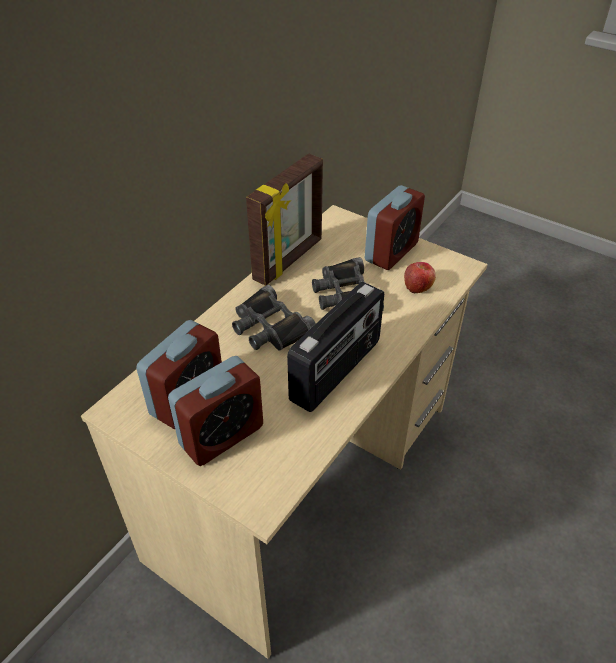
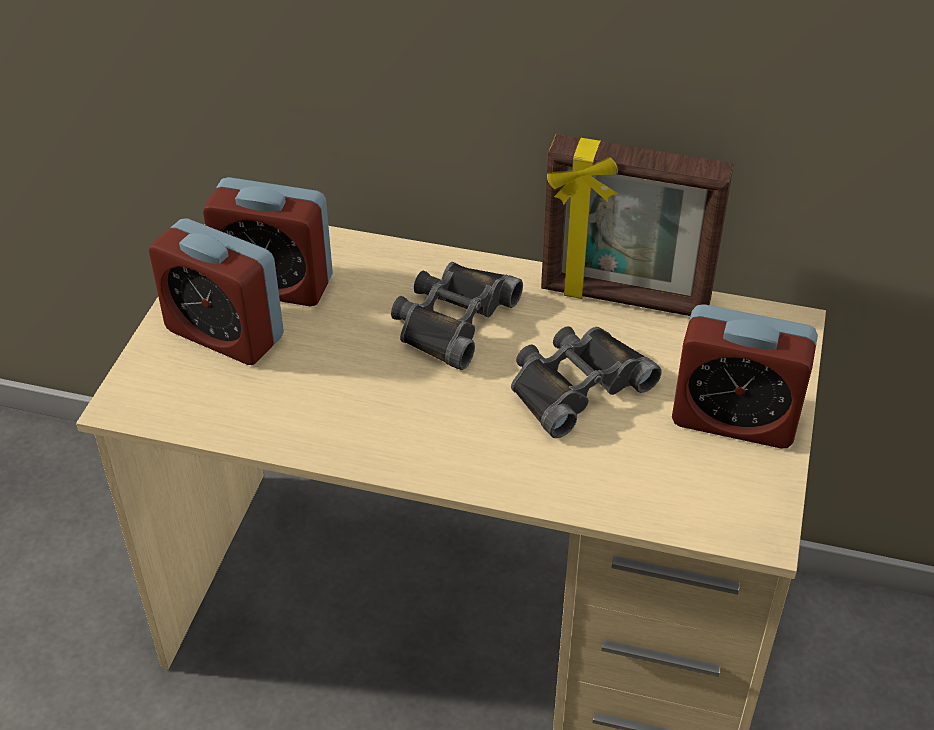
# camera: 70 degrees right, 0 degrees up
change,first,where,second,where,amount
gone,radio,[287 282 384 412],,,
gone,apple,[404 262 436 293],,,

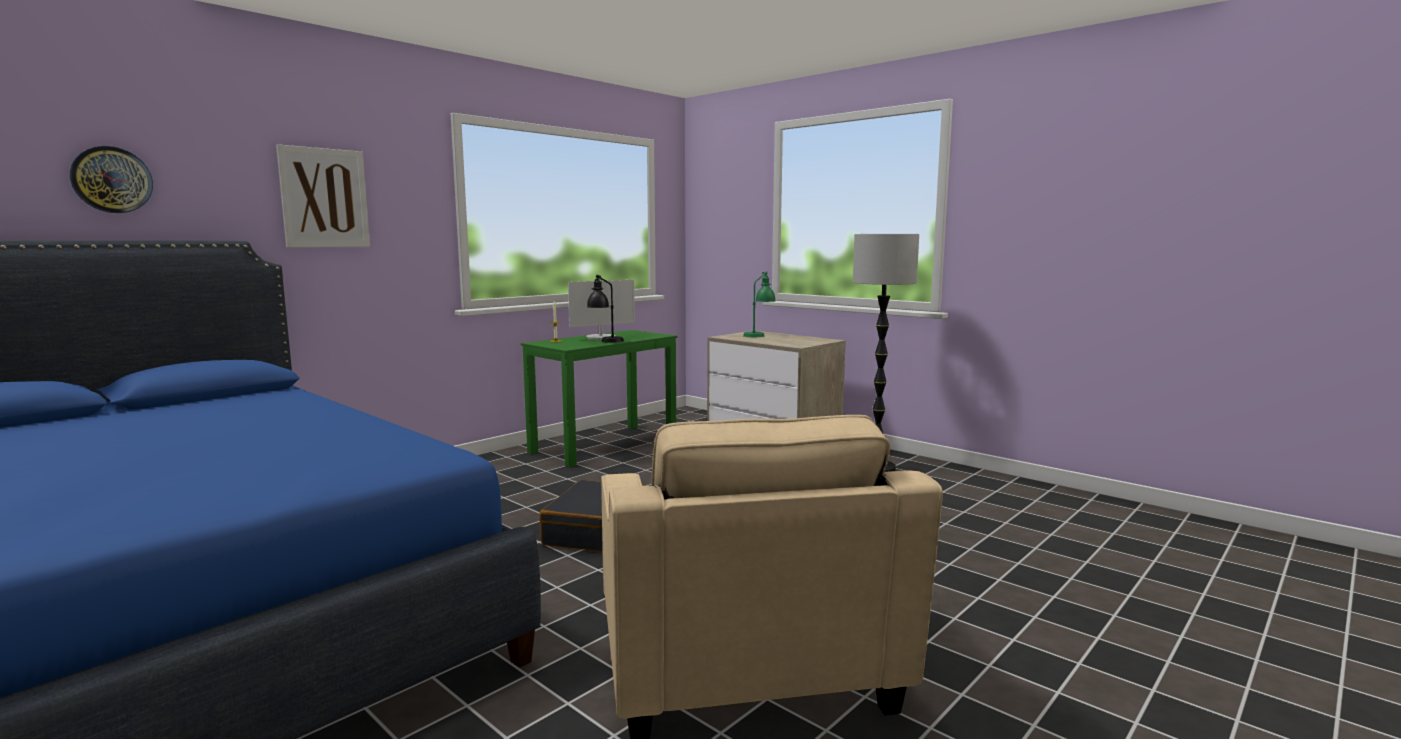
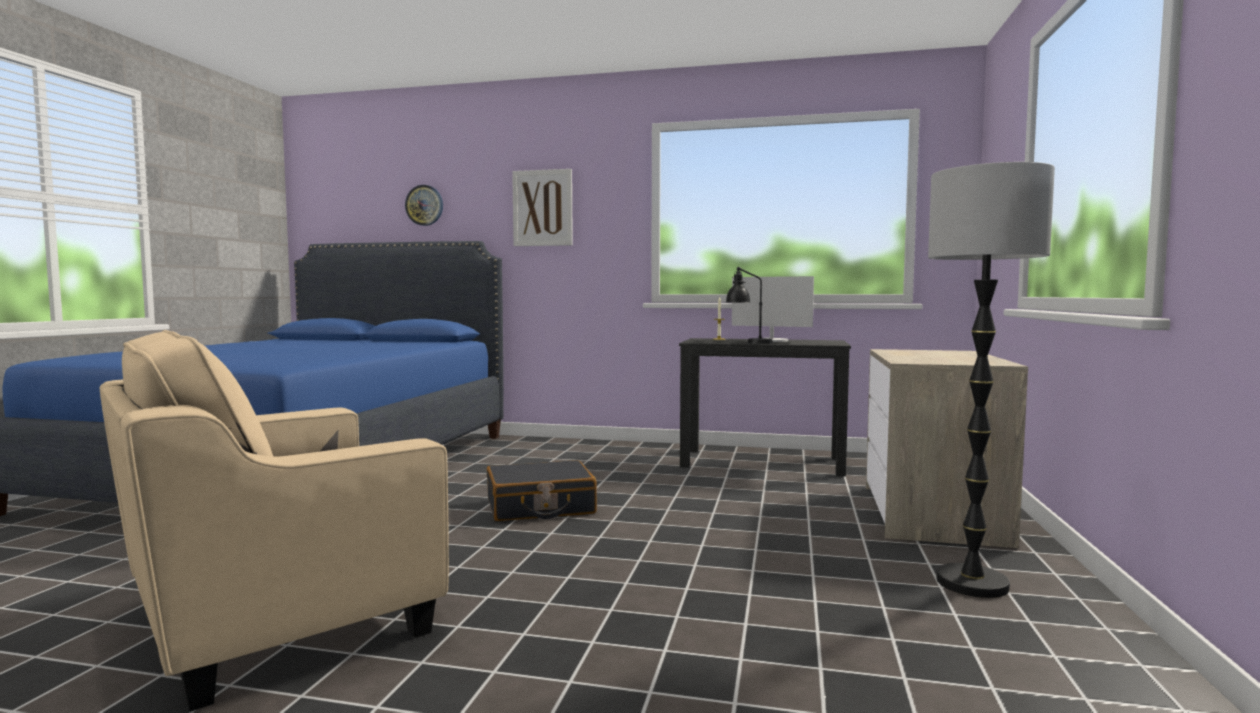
# camera: 60 degrees right, 5 degrees down
change,first,where,second,where,amount
gone,table lamp/green,[743 271 776 337],,,
repainted,desk/green,[521 330 677 467],desk/black,[679 338 851 477],

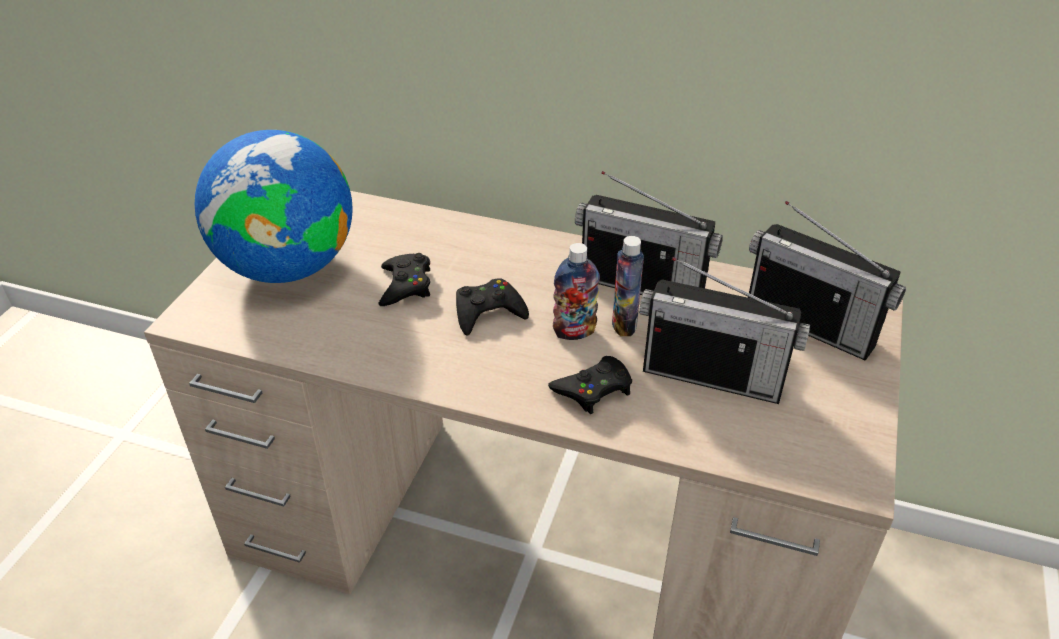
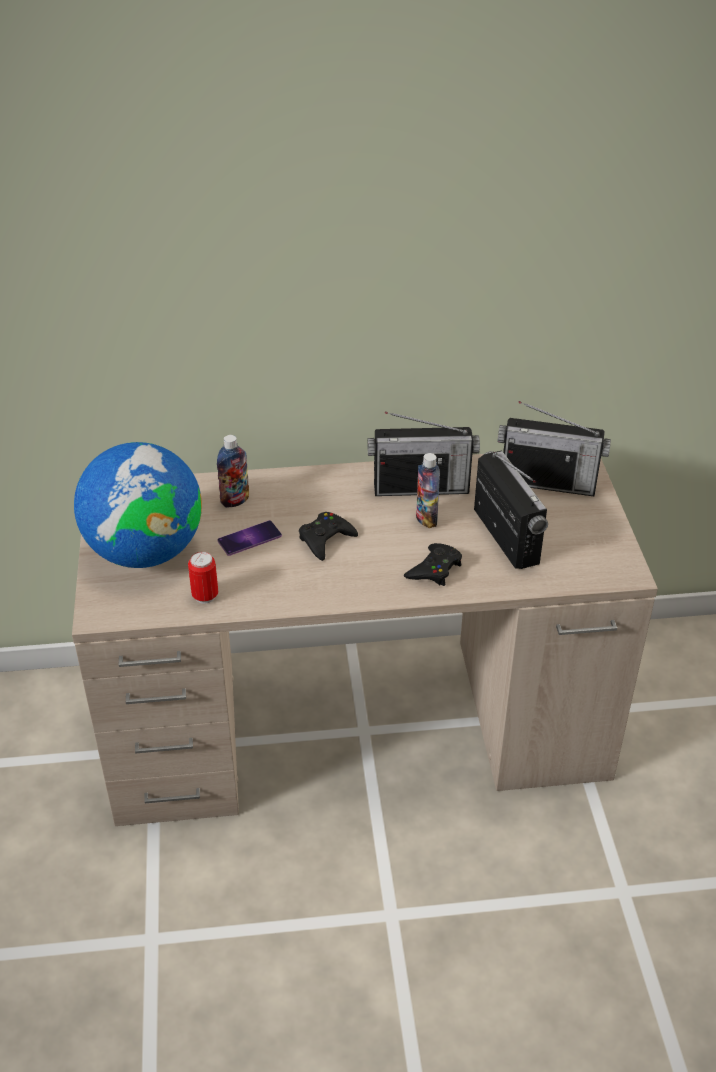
# camera: 25 degrees left, 0 degrees up
change,first,where,second,where,amount
new,,,can,[188 552 218 604],
shifted,bottle,[553 243 600 340],,[217 435 249 508],
swapped,game controller/black,[379 253 430 306],phone,[217 520 282 556],
rotated,radio,[639 257 810 404],,[474 450 548 569],105 degrees counterclockwise

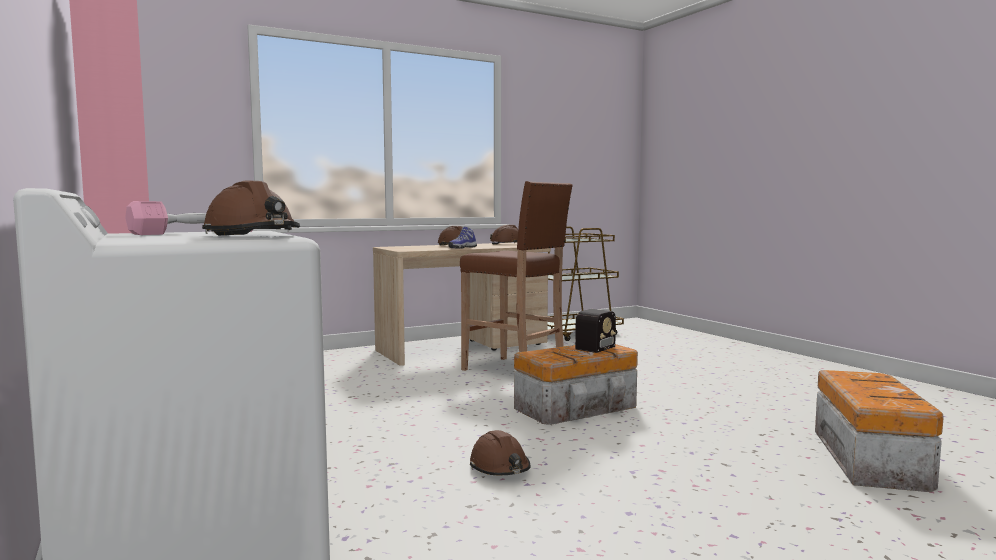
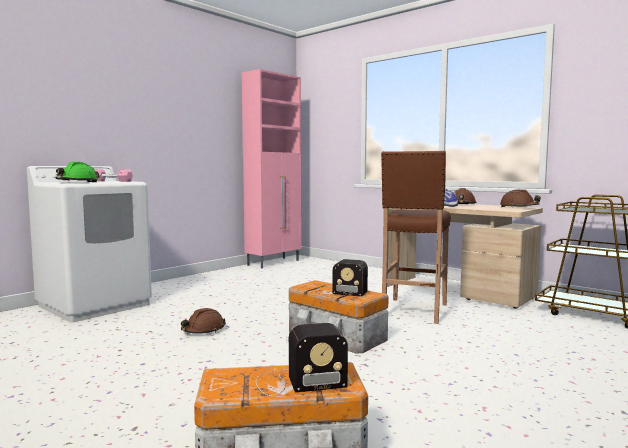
# camera: 70 degrees right, 0 degrees up
change,first,where,second,where,amount
new,,,radio,[256 323 348 396],
repainted,hard hat/brown,[202 180 300 235],hard hat/green,[56 162 100 182],

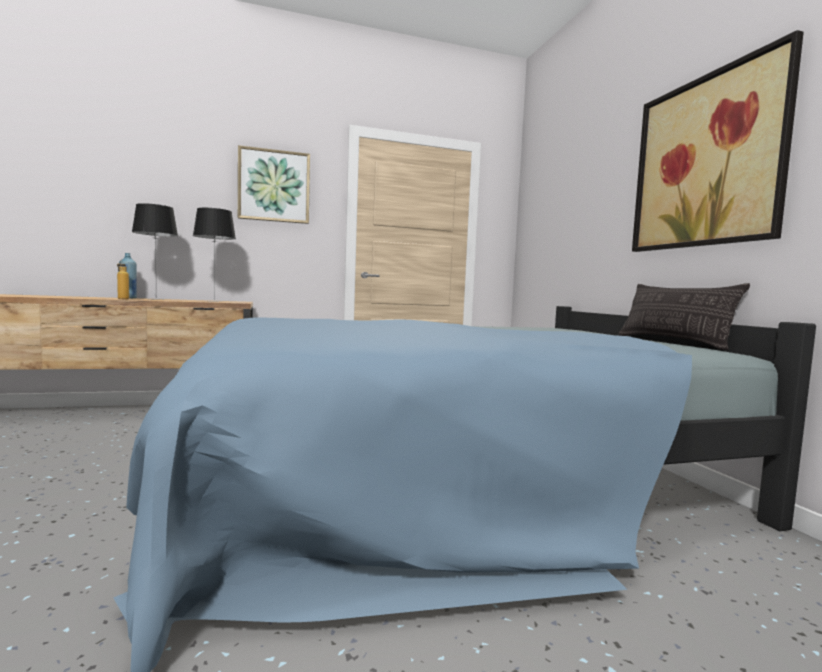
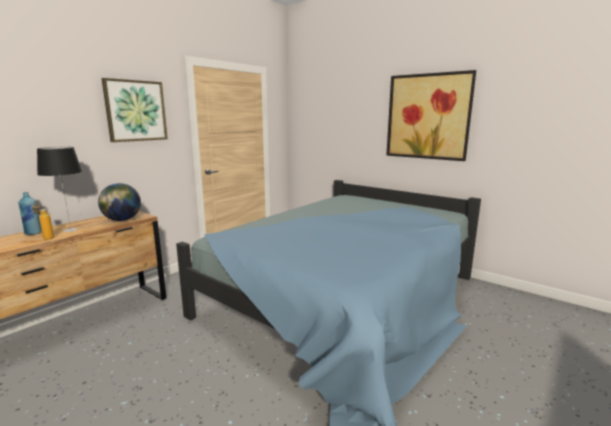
# camera: 35 degrees left, 10 degrees up
change,first,where,second,where,amount
gone,pillow,[618 283 750 350],,,
swapped,table lamp,[193 208 236 302],globe,[98 183 141 221],

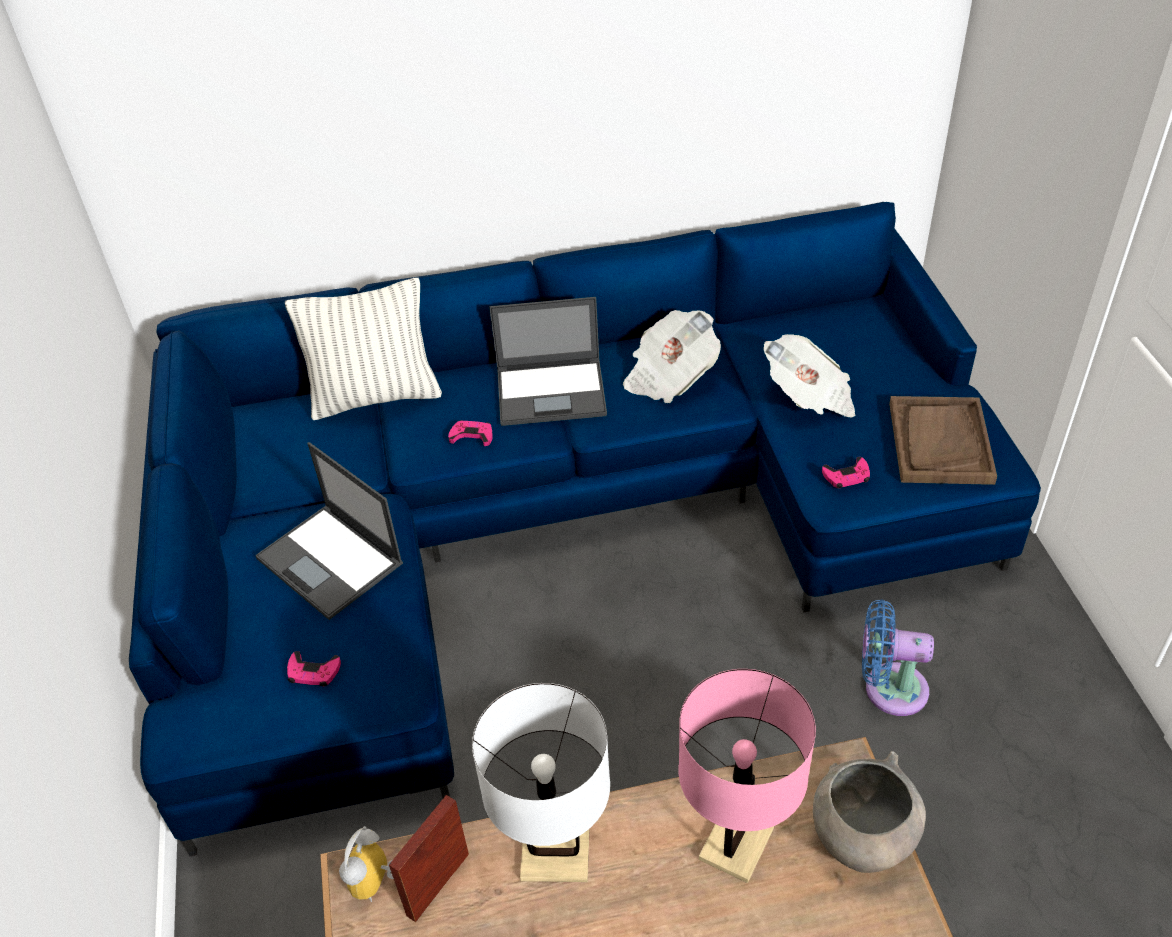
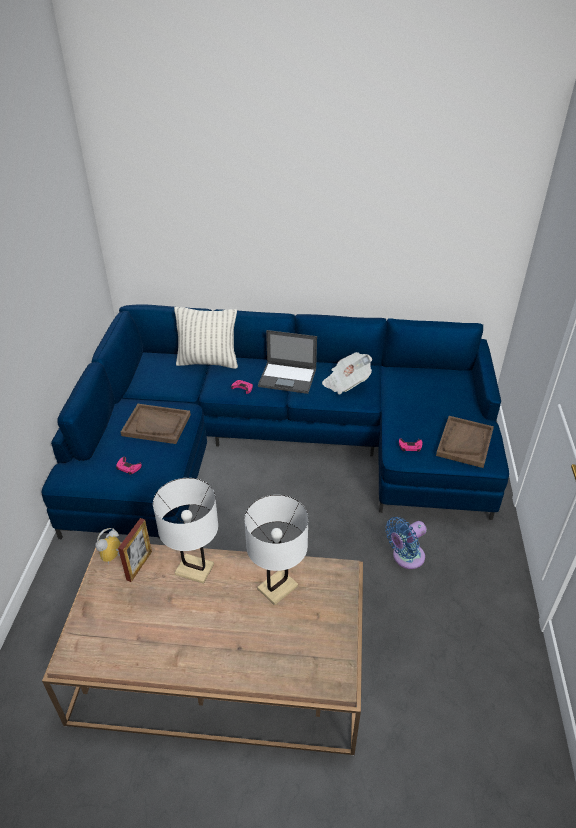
# camera: 15 degrees right, 5 degrees down
change,first,where,second,where,amount
gone,newspaper,[763 334 855 417],,,
gone,bowl/grey,[813 751 926 873],,,
swapped,laptop,[255 442 403 620],tray/brown,[121 404 191 444],
repainted,table lamp/pink,[679 669 816 883],table lamp/white,[244 495 308 605],
rotated,picture frame,[389 795 469 922],,[118 518 152 582],150 degrees clockwise
rotated,fan/blue,[862 600 934 716],,[386 517 427 569],60 degrees counterclockwise

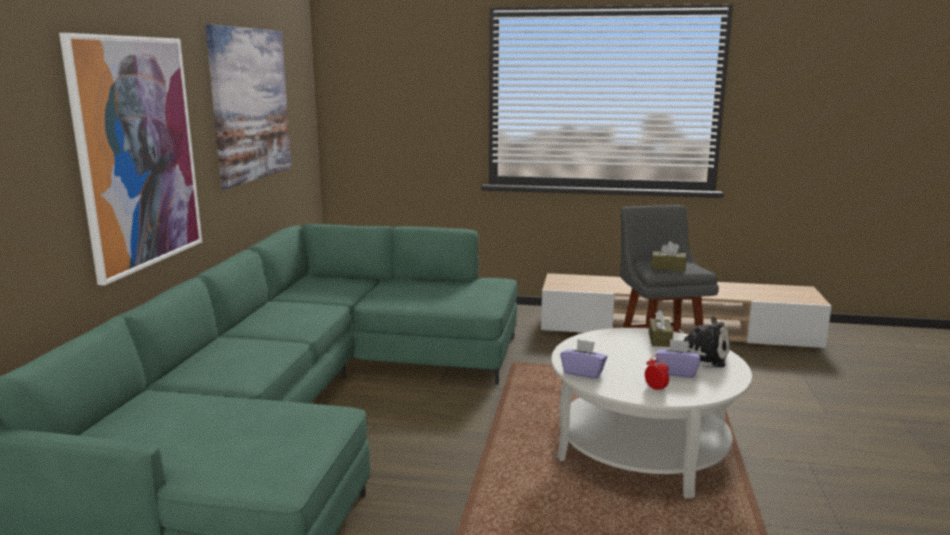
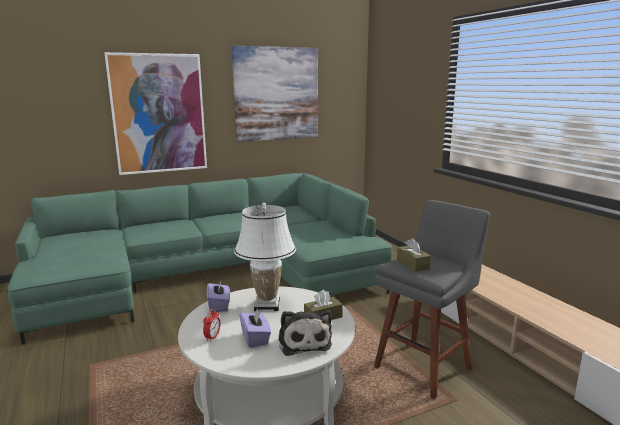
# camera: 55 degrees right, 0 degrees up
change,first,where,second,where,amount
new,,,table lamp/white,[234 203 296 311],

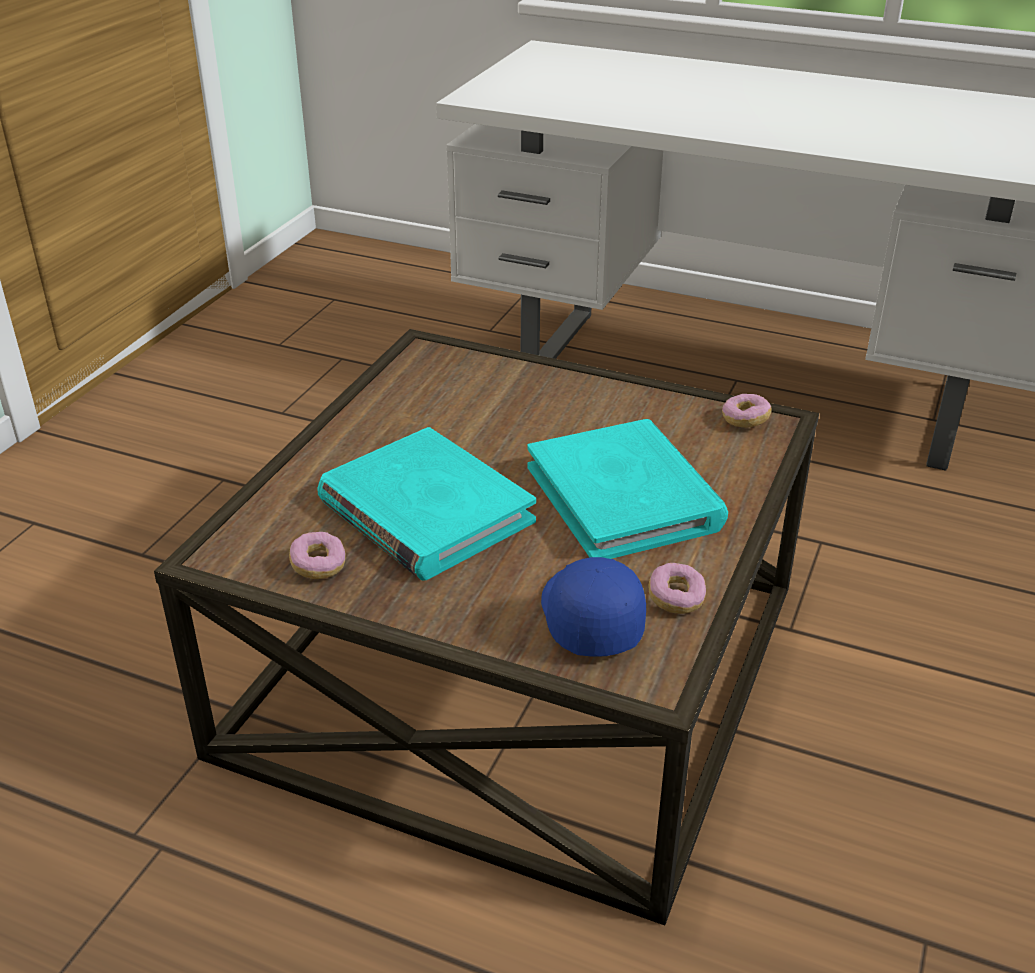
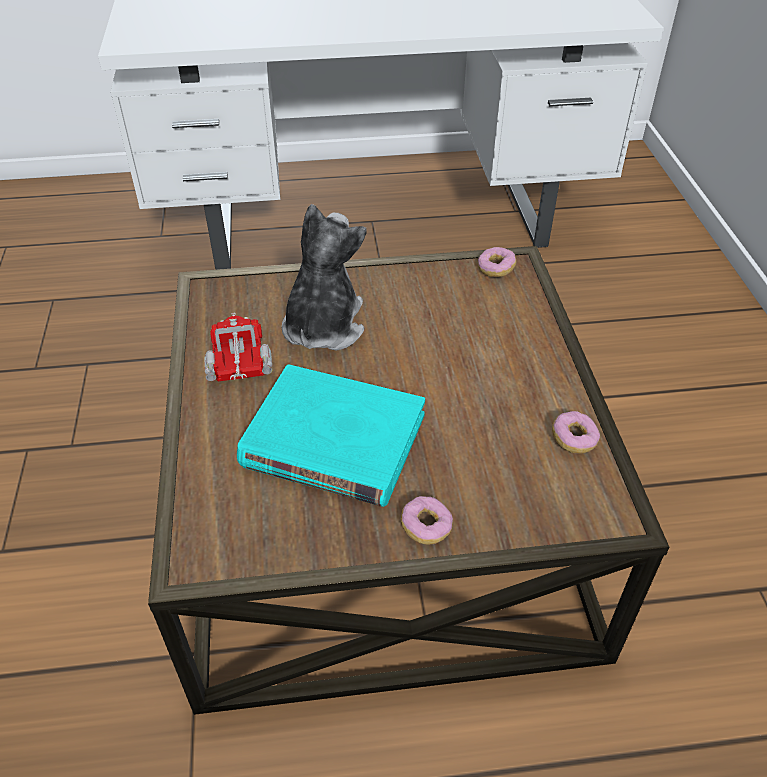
# camera: 30 degrees left, 10 degrees up
change,first,where,second,where,amount
gone,book/turquoise,[527 419 728 559],,,
gone,cap/blue,[541 557 646 657],,,
new,,,toy truck,[204 313 272 382],
new,,,plush toy,[282 204 367 351],
shifted,donut,[289 532 346 579],,[400 496 453 544],

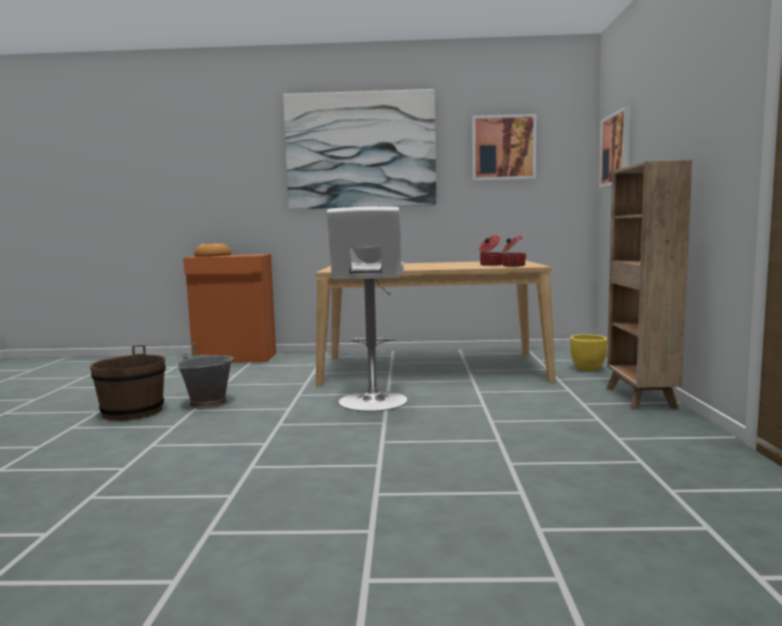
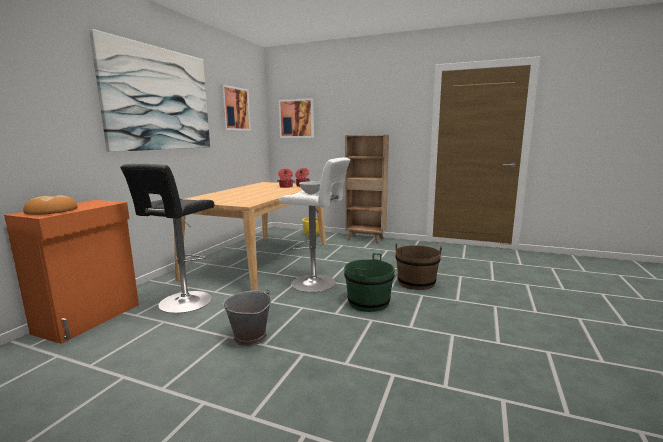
# camera: 70 degrees left, 5 degrees up
change,first,where,second,where,amount
new,,,stool/black,[120 164 215 313],
new,,,bucket/green,[344 253 395 312],
shifted,bucket/brown,[90 345 166 421],,[395 243 442 290],

